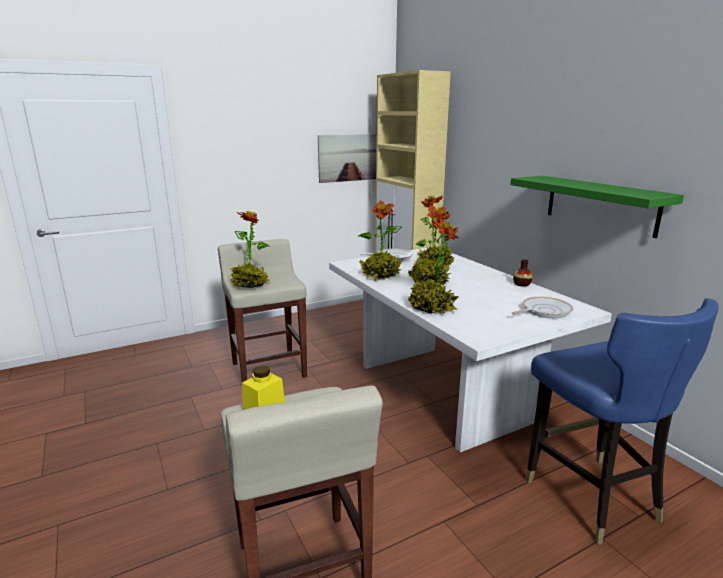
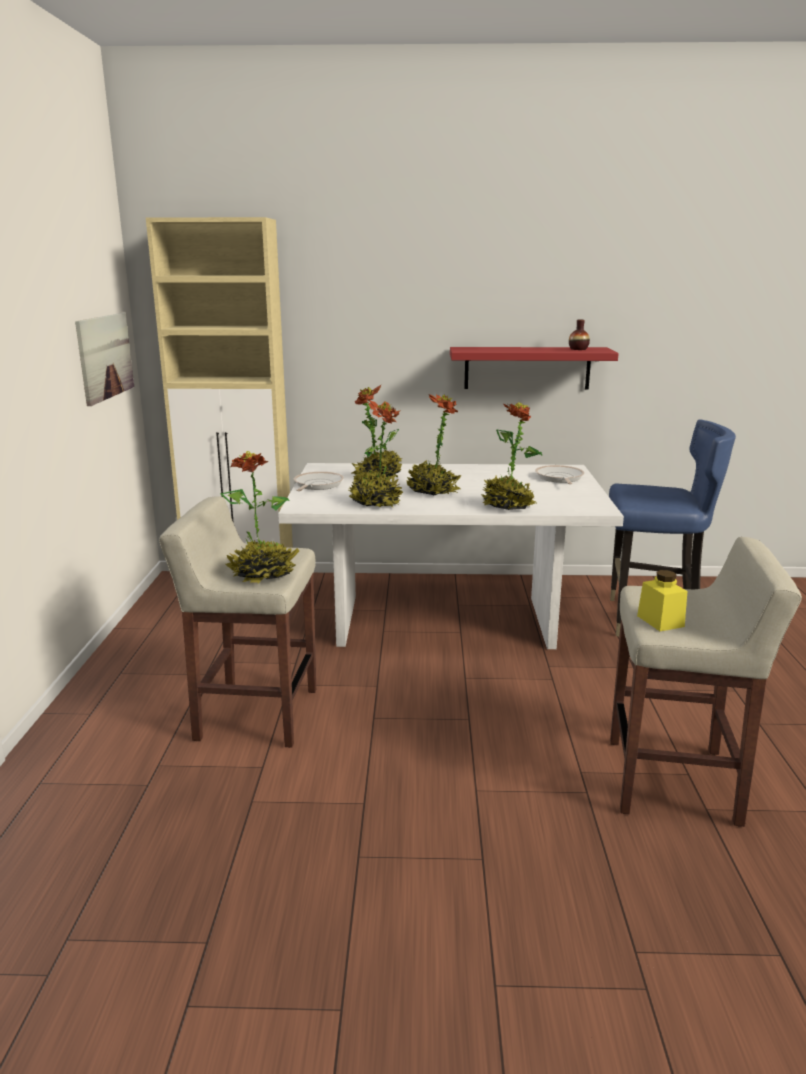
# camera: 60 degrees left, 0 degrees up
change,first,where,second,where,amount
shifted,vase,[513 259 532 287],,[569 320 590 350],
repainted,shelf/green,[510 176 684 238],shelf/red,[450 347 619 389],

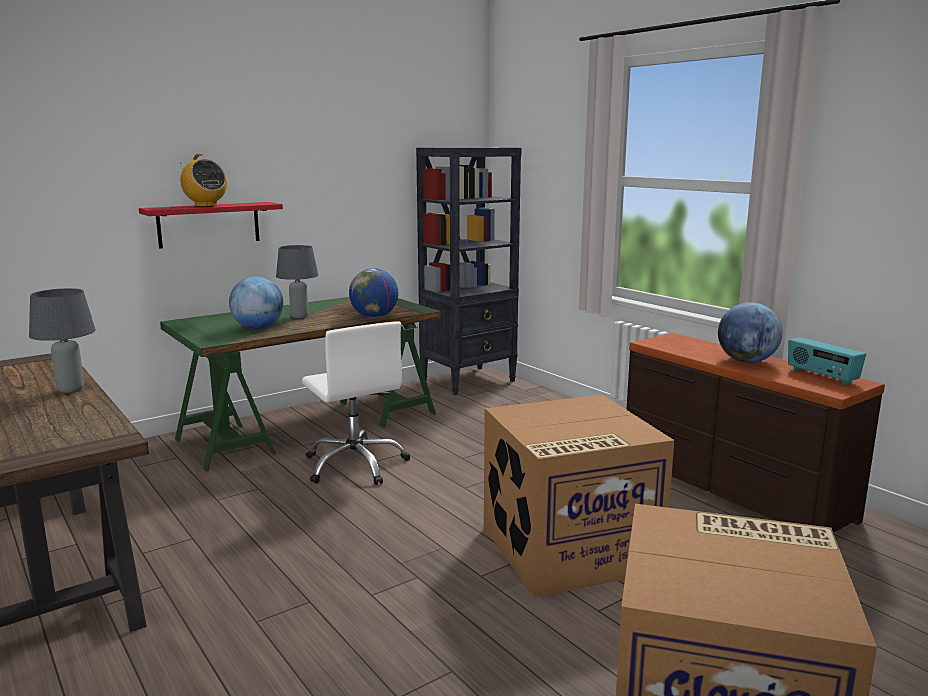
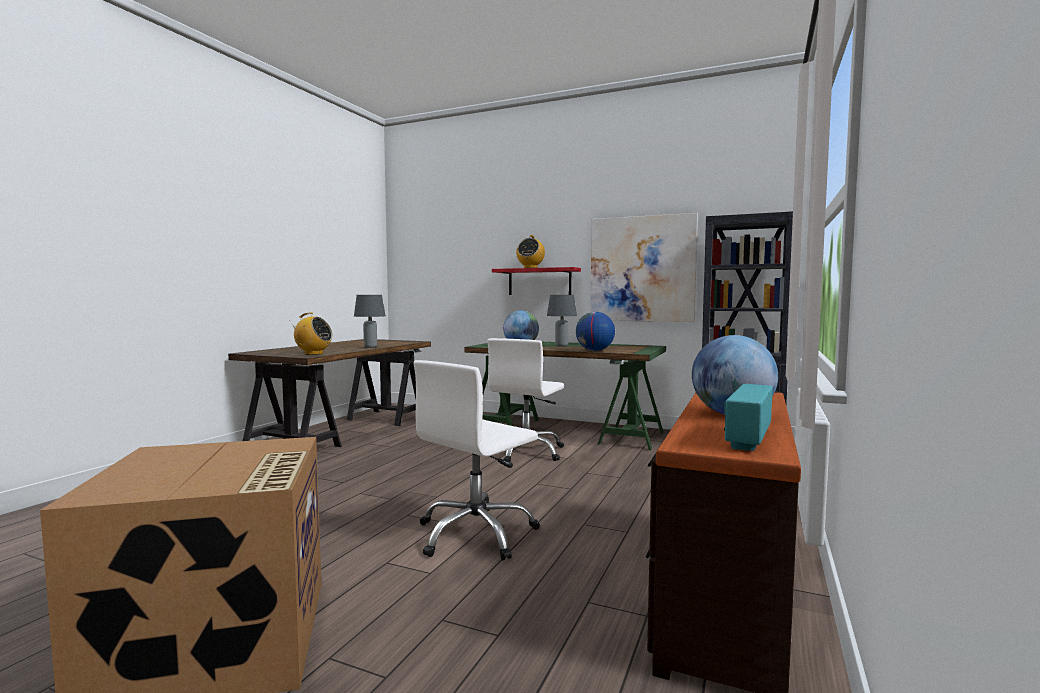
# camera: 60 degrees right, 10 degrees down
change,first,where,second,where,amount
new,,,radio,[292 313 333 355],
new,,,picture,[590 213 698 322],
swapped,cardboard box,[484 395 674 597],office chair/white,[414 360 540 560],

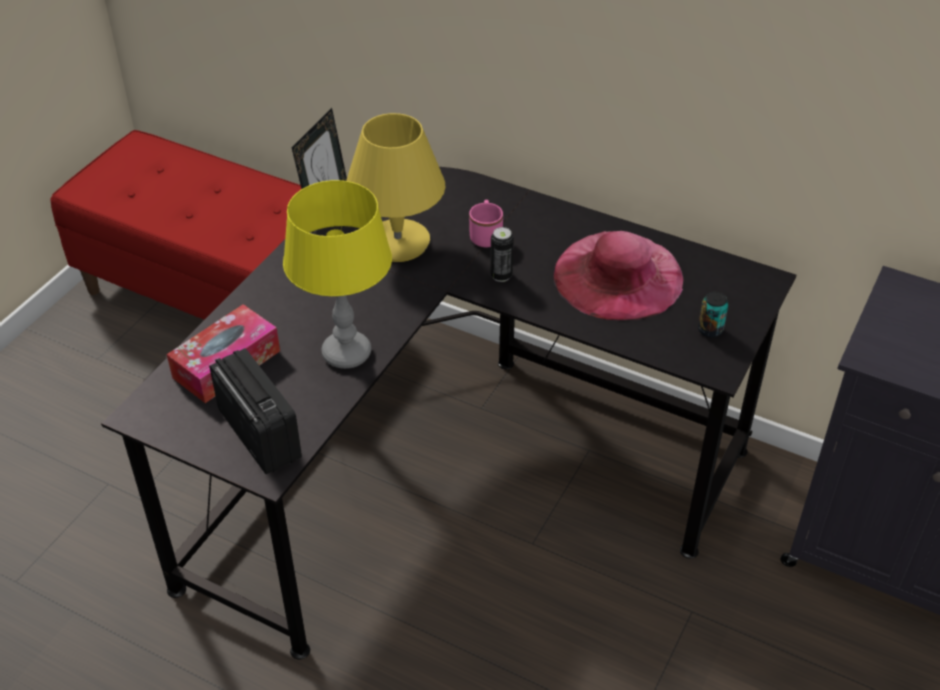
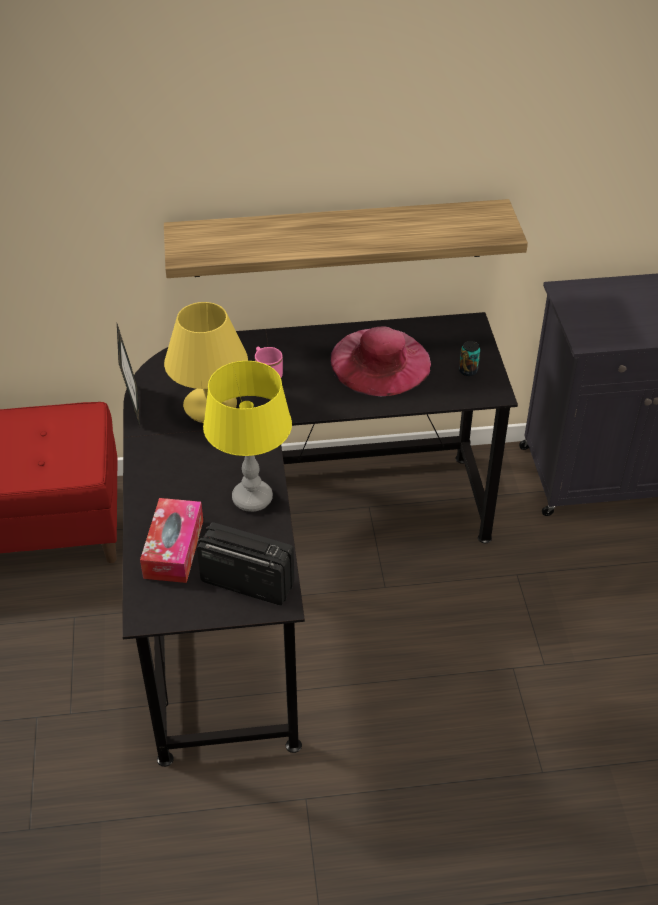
# camera: 35 degrees left, 0 degrees up
change,first,where,second,where,amount
gone,can,[490 227 514 282],,,
new,,,shelf,[164 199 528 278],

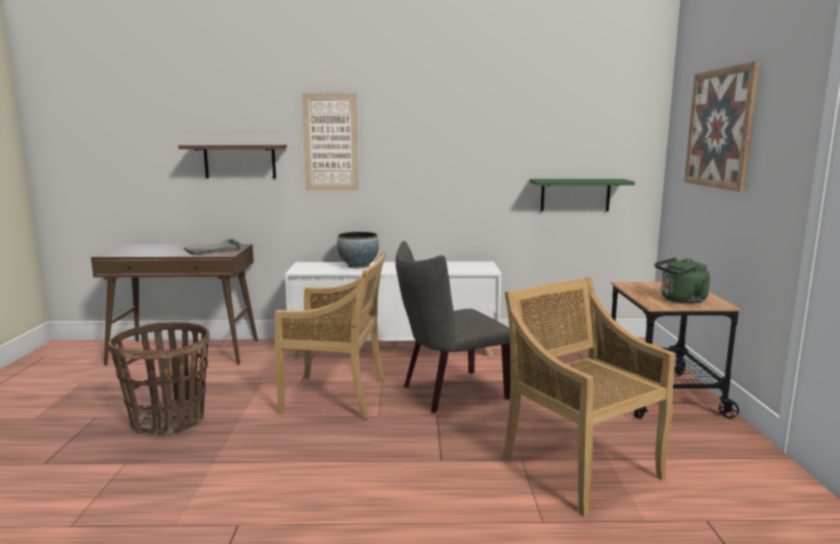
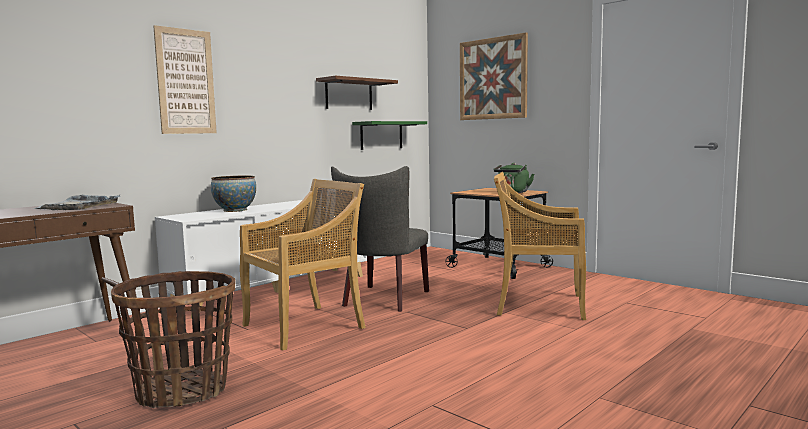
# camera: 45 degrees left, 5 degrees down
change,first,where,second,where,amount
shifted,shelf/brown,[178 145 287 178],,[316 76 398 110],

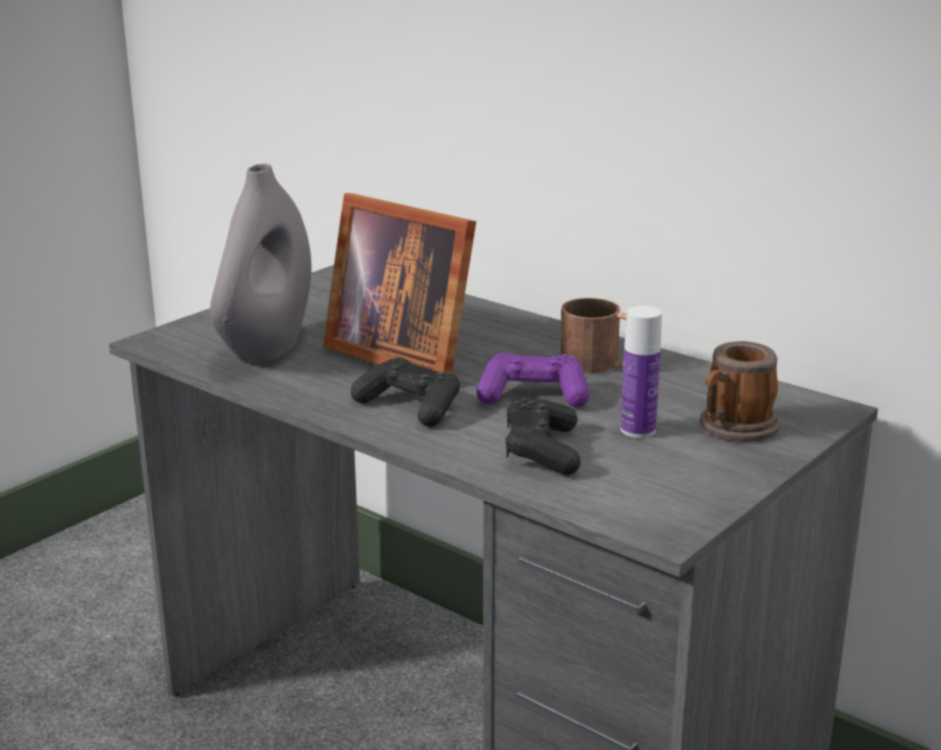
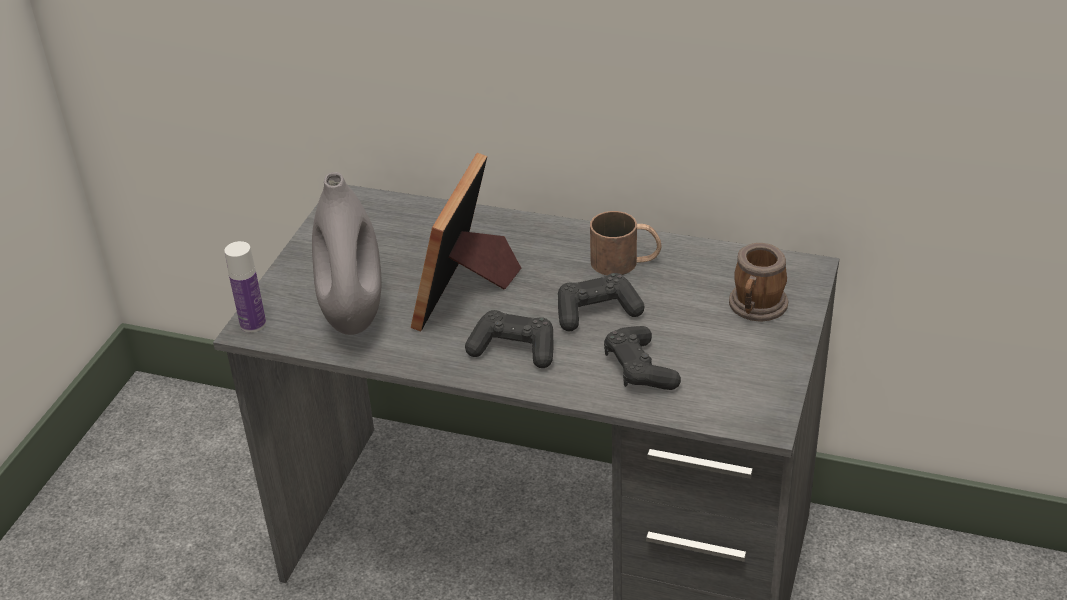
# camera: 20 degrees left, 15 degrees up
change,first,where,second,where,amount
shifted,bottle,[621 306 662 438],,[224 241 266 333],
repainted,game controller/purple,[477 353 589 407],game controller/black,[558 273 645 331],
rotated,picture frame,[323 193 476 373],,[411 153 521 332],90 degrees clockwise

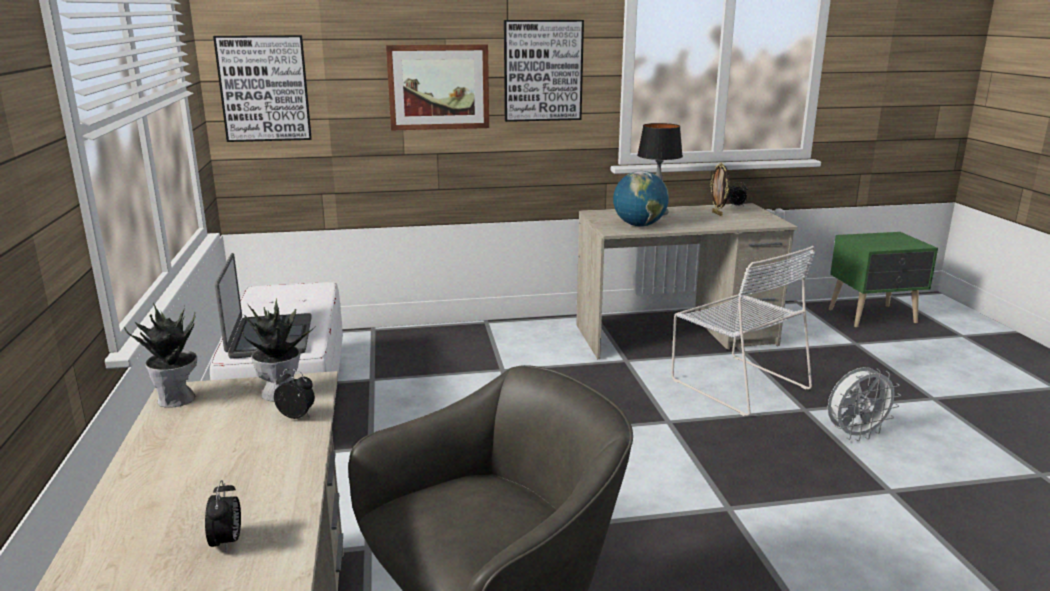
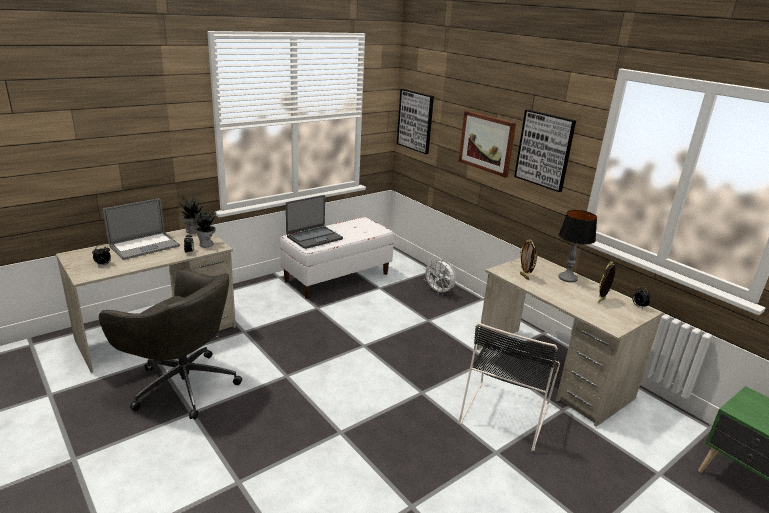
# camera: 60 degrees right, 5 degrees up
change,first,where,second,where,amount
new,,,laptop,[103 198 180 260],
shifted,fan/white,[828 367 901 441],,[423 259 456 295],
swapped,globe,[613 171 669 227],picture frame,[520 239 537 280],
repainted,chair/white,[671 246 815 416],chair/black,[458 323 560 452],

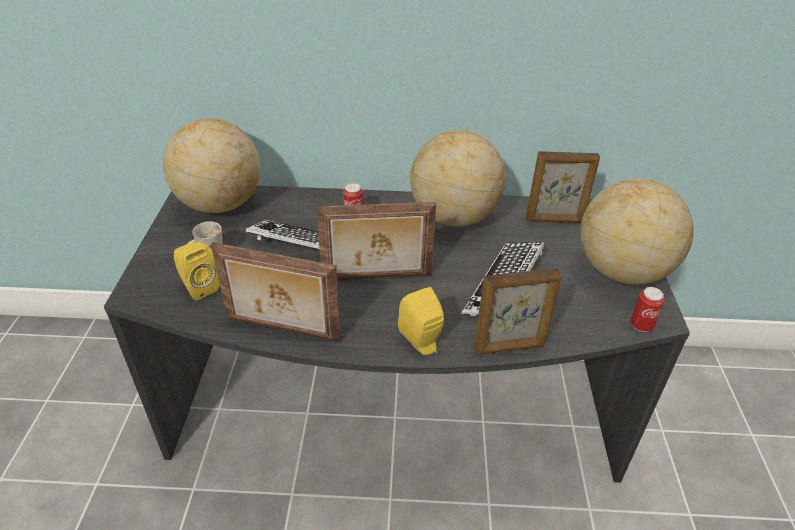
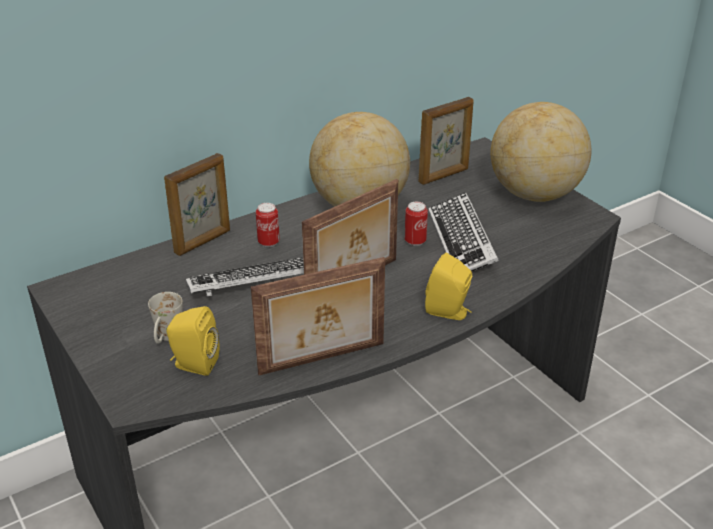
# camera: 35 degrees left, 5 degrees down
change,first,where,second,where,amount
gone,globe,[163 118 260 213],,,
shifted,picture frame,[474 268 562 355],,[164 153 230 256],
shifted,can,[630 287 665 332],,[405 202 428 246],

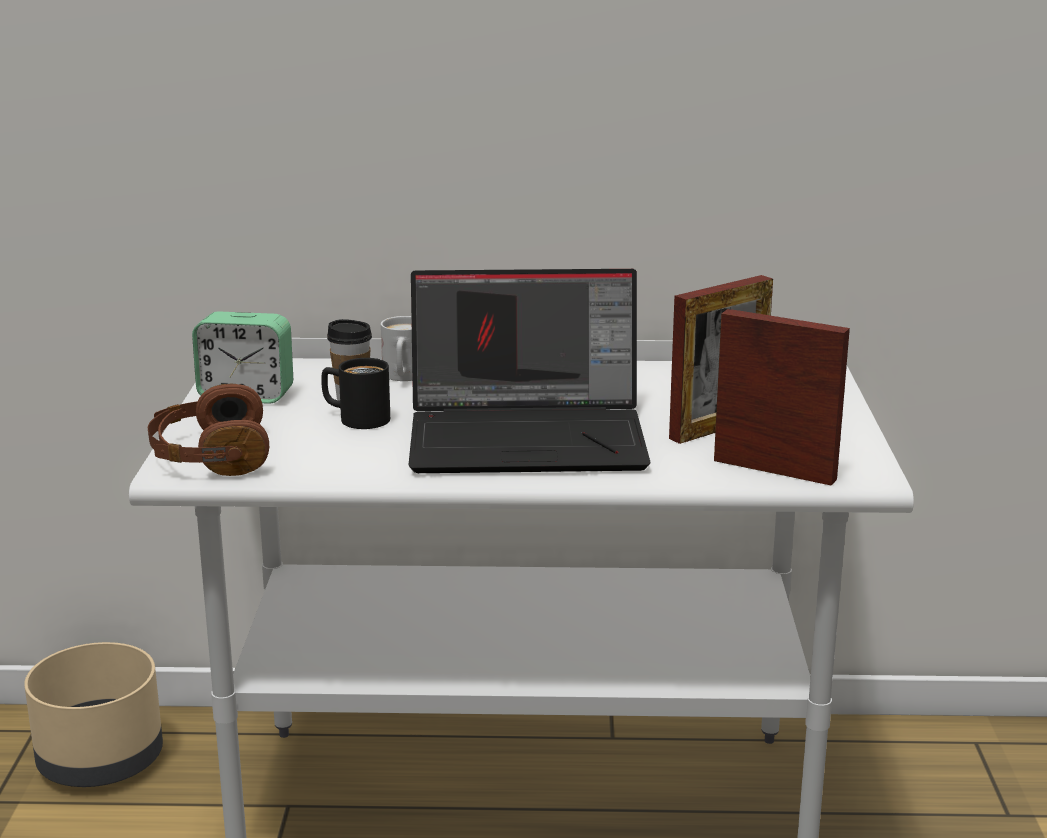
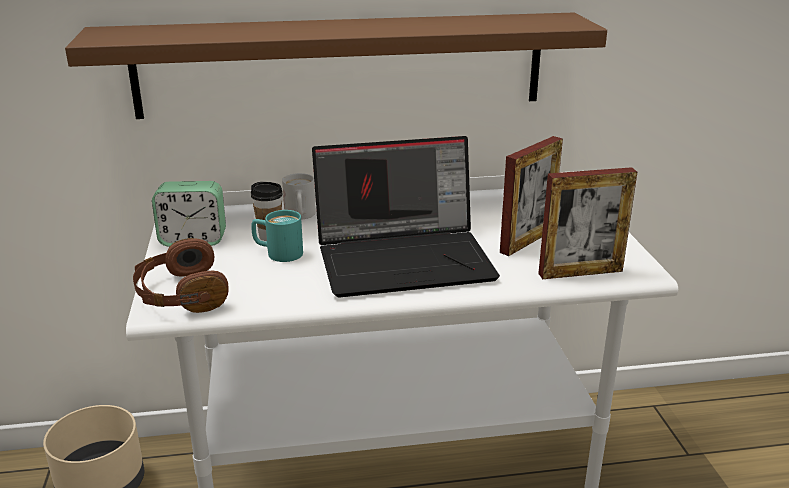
# camera: 10 degrees left, 5 degrees up
change,first,where,second,where,amount
new,,,shelf/brown,[65 12 607 119],
repainted,mug/black,[321 358 390 429],mug/turquoise,[251 210 303 262],
rotated,picture frame,[714 309 850 486],,[538 167 637 279],150 degrees clockwise

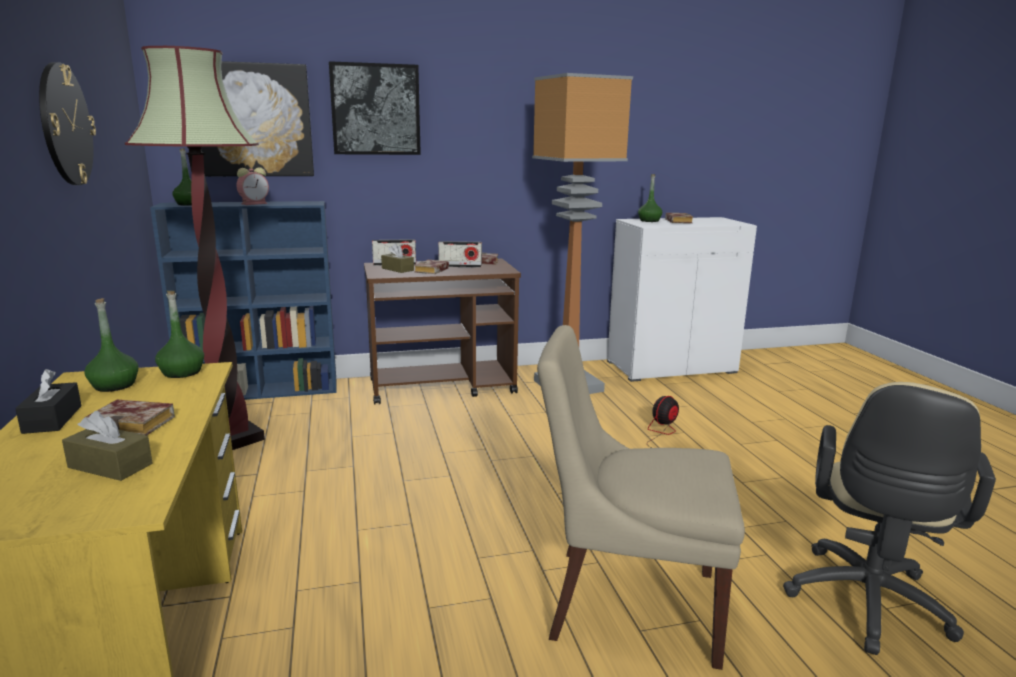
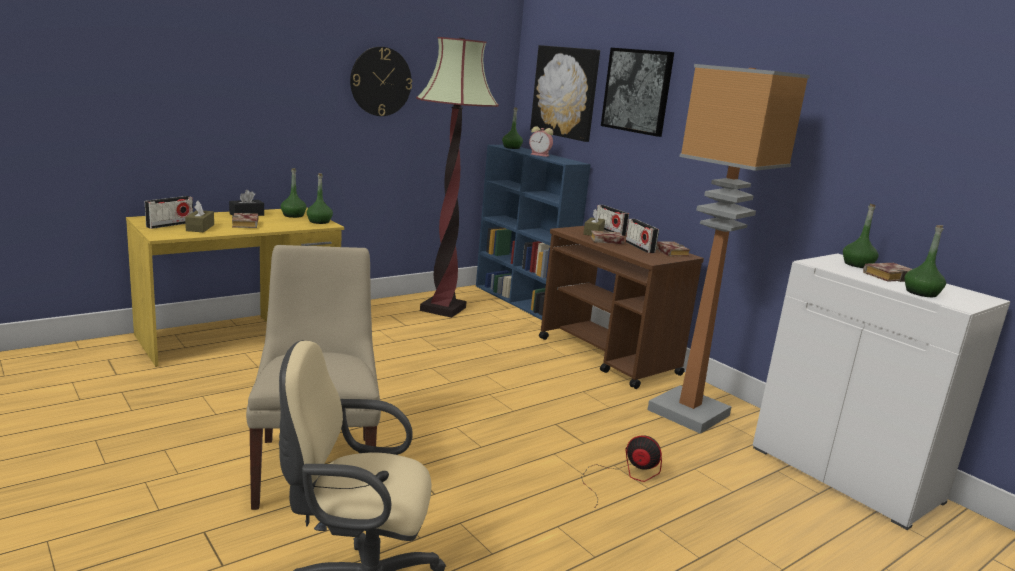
# camera: 65 degrees right, 0 degrees up
change,first,where,second,where,amount
new,,,radio,[145 196 193 229],
new,,,bottle/green,[904 225 946 297],

